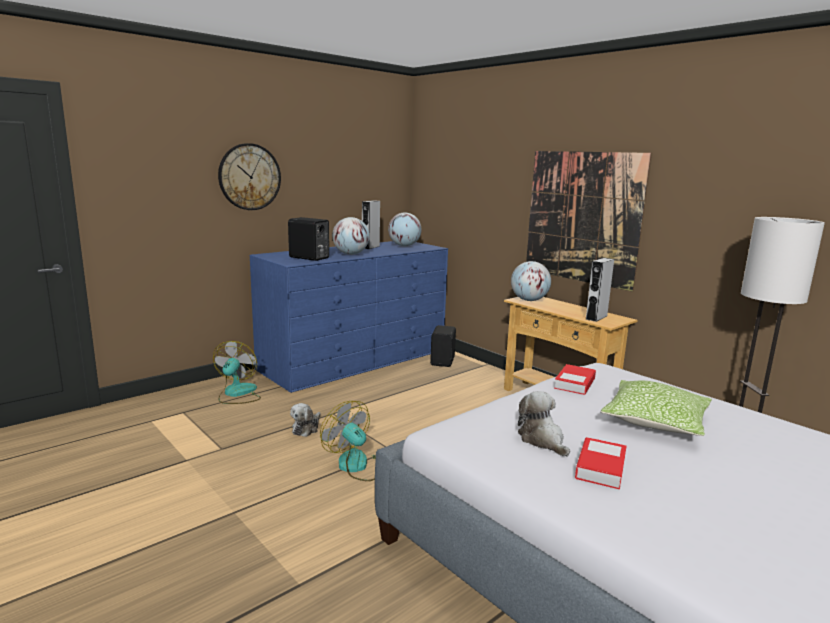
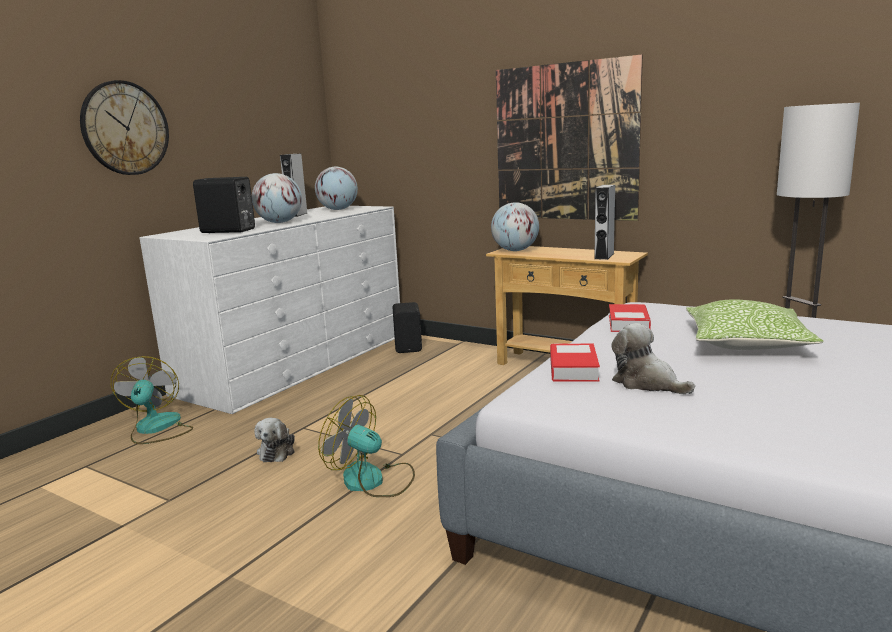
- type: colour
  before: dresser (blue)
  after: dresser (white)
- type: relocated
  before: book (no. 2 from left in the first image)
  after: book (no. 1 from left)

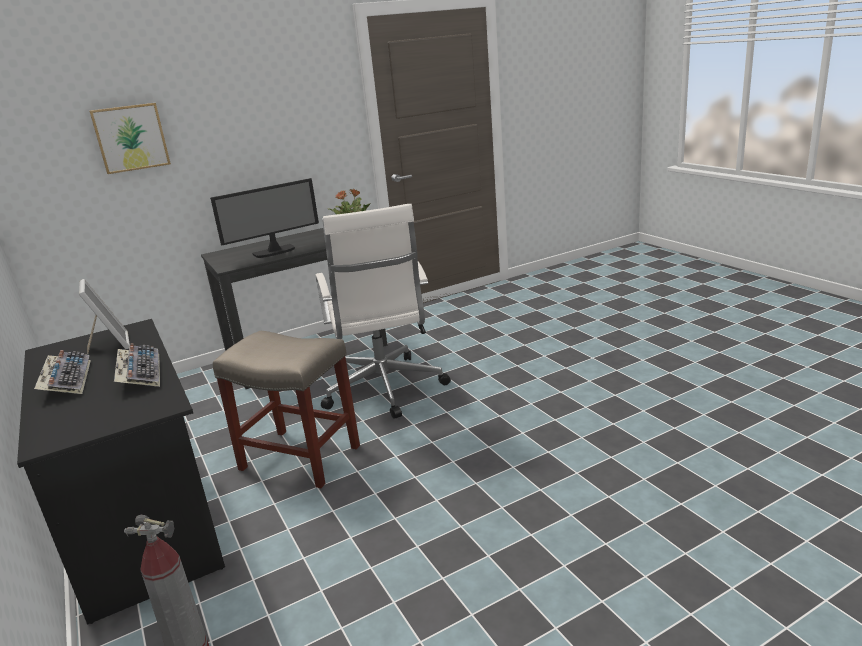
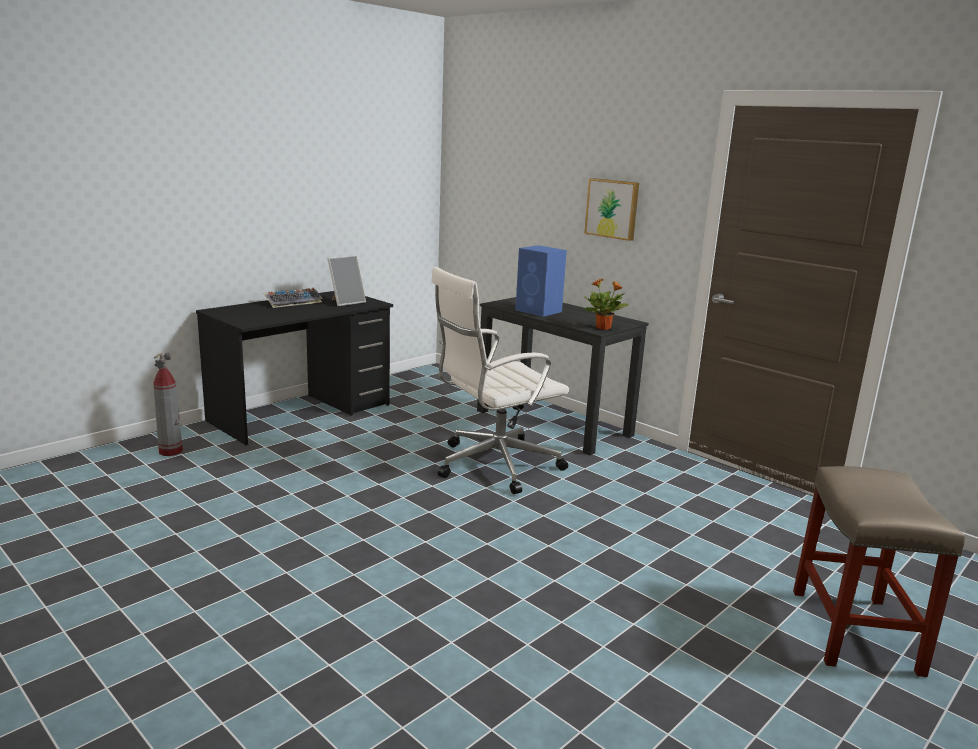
- type: relocated
  before: picture
- type: exchanged
  before: monitor
  after: speaker (blue)
- type: relocated
  before: stool (beige)
- type: missing
  before: keyboard (no. 2 from left)

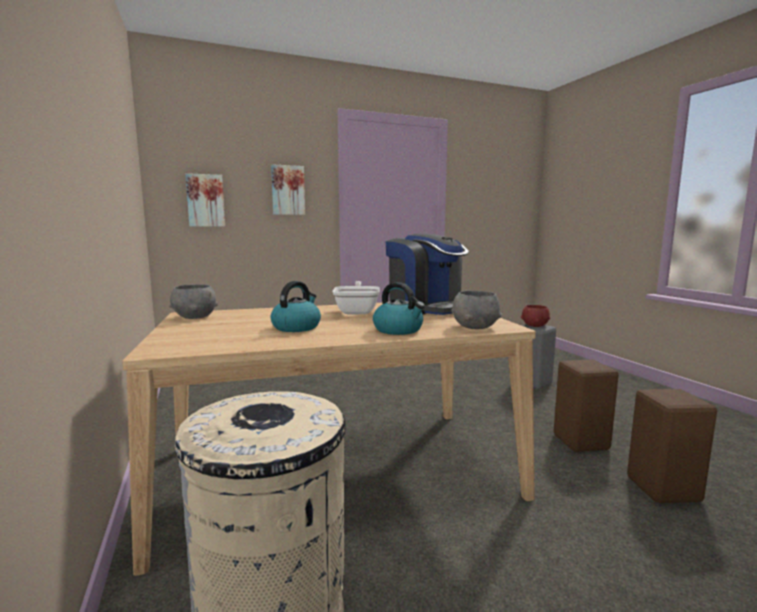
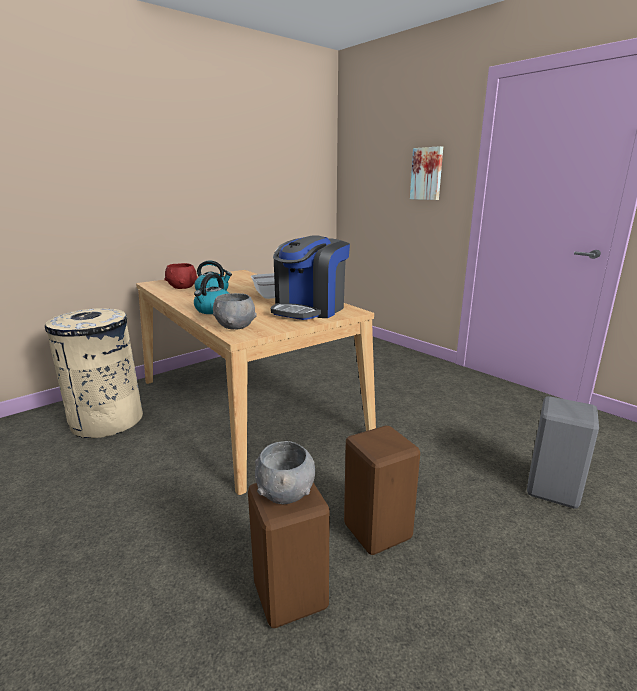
- type: missing
  before: picture (no. 1 from left)
- type: relocated
  before: bowl (grey) (no. 1 from left in the first image)
  after: bowl (grey) (no. 2 from left)
- type: relocated
  before: bowl (red)

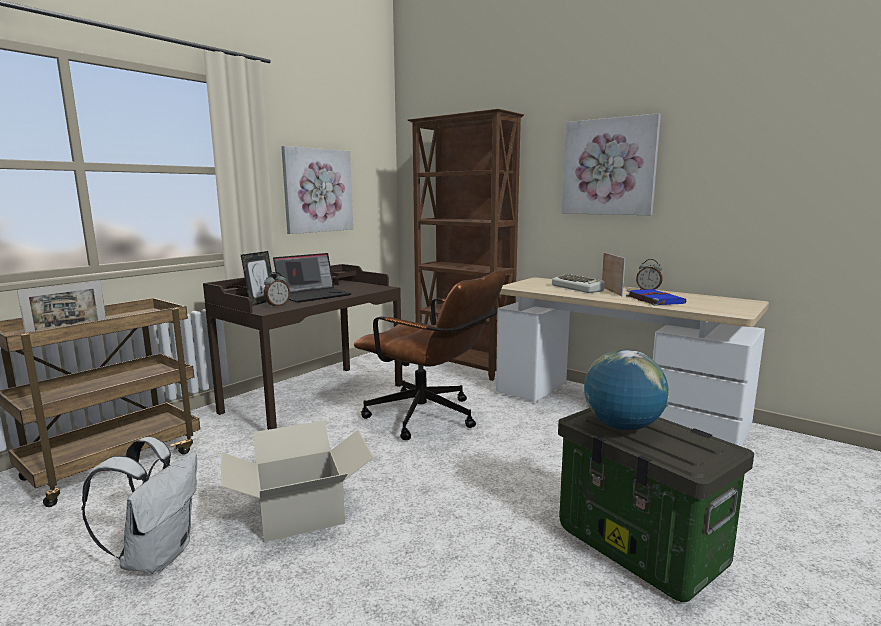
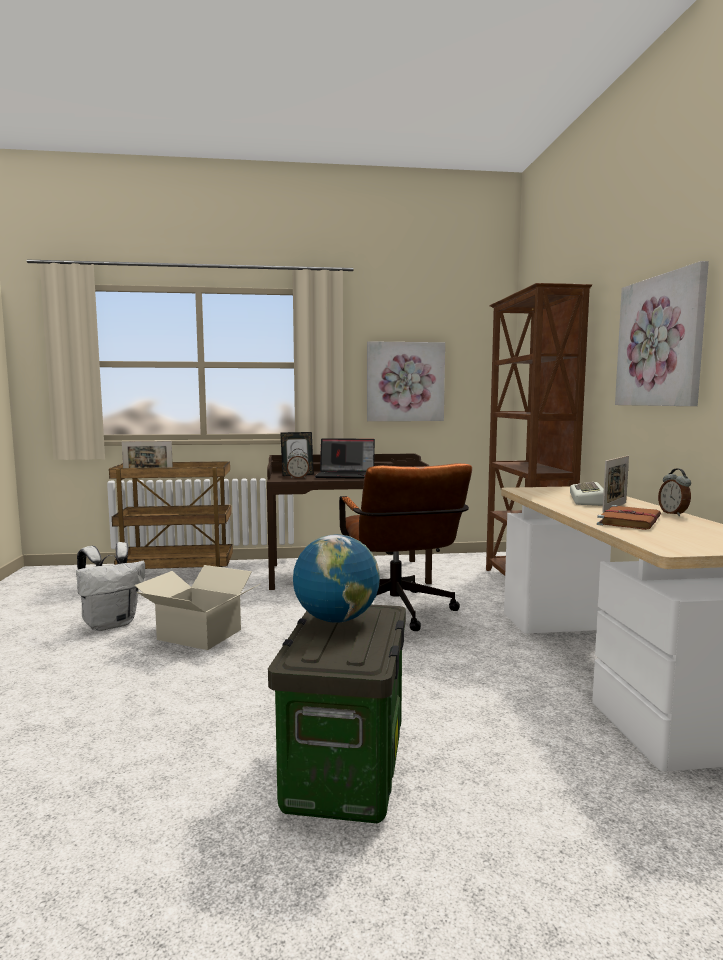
- type: colour
  before: book (blue)
  after: book (brown)

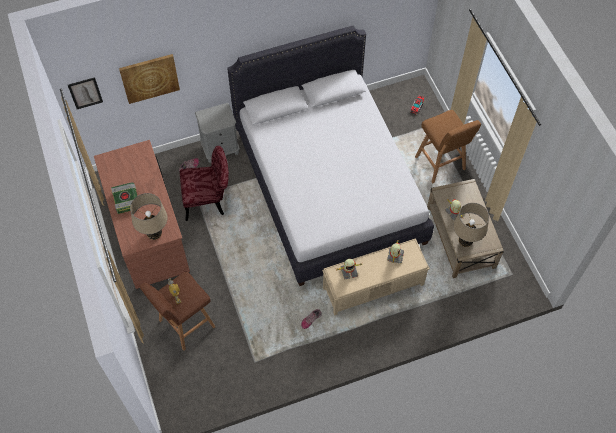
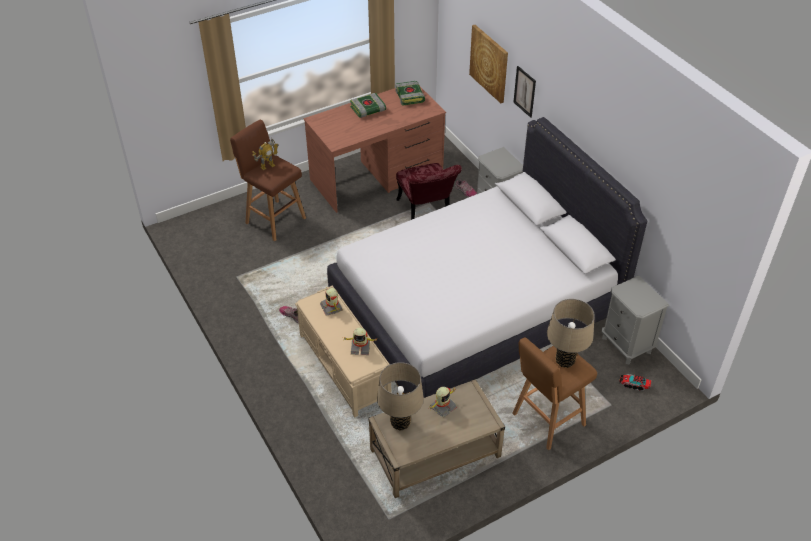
- type: relocated
  before: picture (no. 1 from left in the first image)
  after: picture (no. 2 from left)
- type: relocated
  before: table lamp (beige) (no. 1 from left in the first image)
  after: table lamp (beige) (no. 2 from left)
- type: appeared
  after: book (no. 2 from left)
- type: appeared
  after: nightstand (grey) (no. 2 from left)

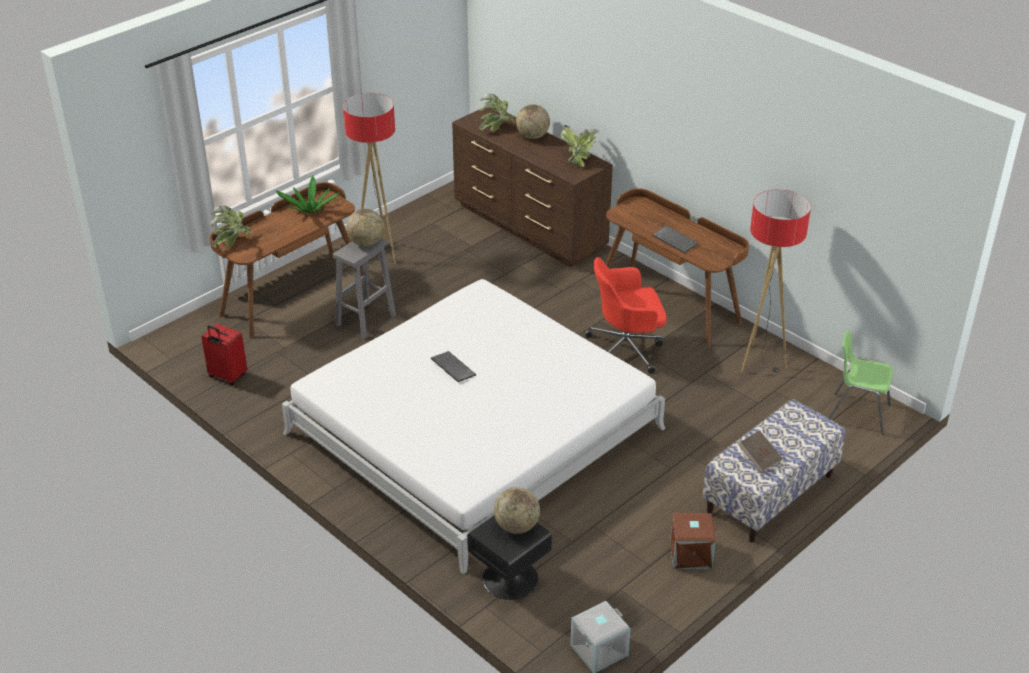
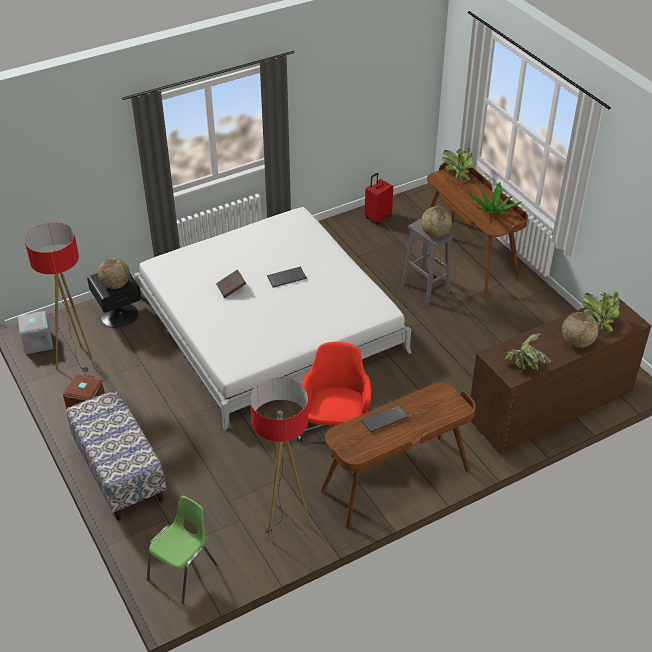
- type: relocated
  before: floor lamp (no. 1 from left)
- type: relocated
  before: book (brown)

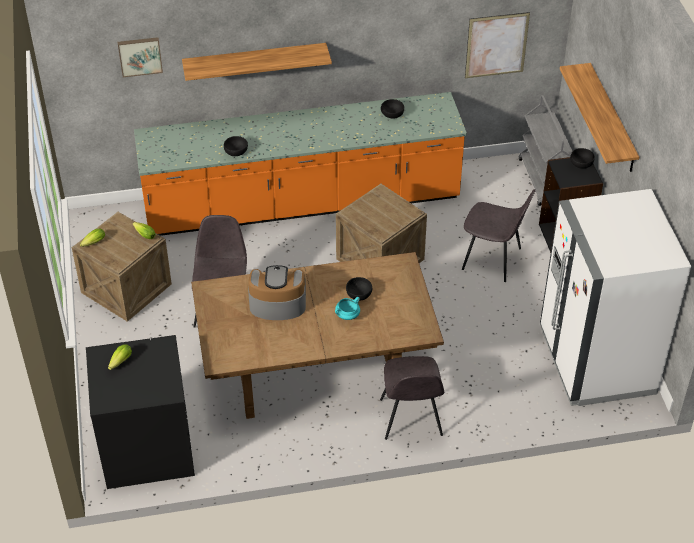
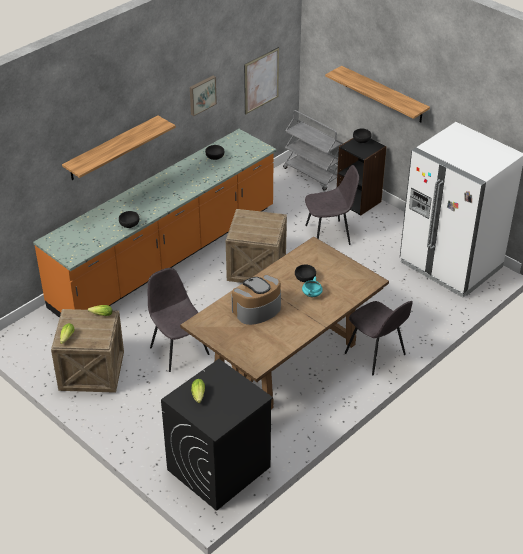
- type: relocated
  before: picture (no. 1 from left)

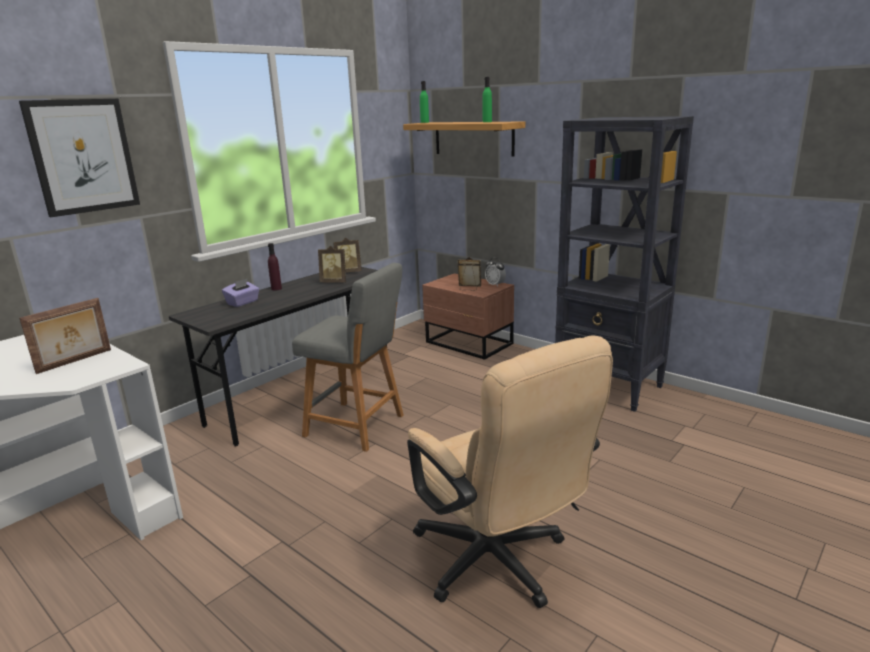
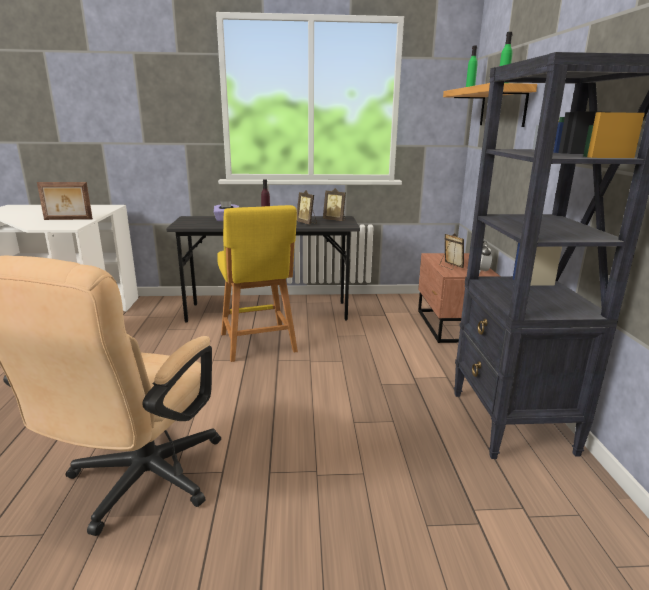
- type: missing
  before: picture
- type: colour
  before: stool (grey)
  after: stool (yellow)

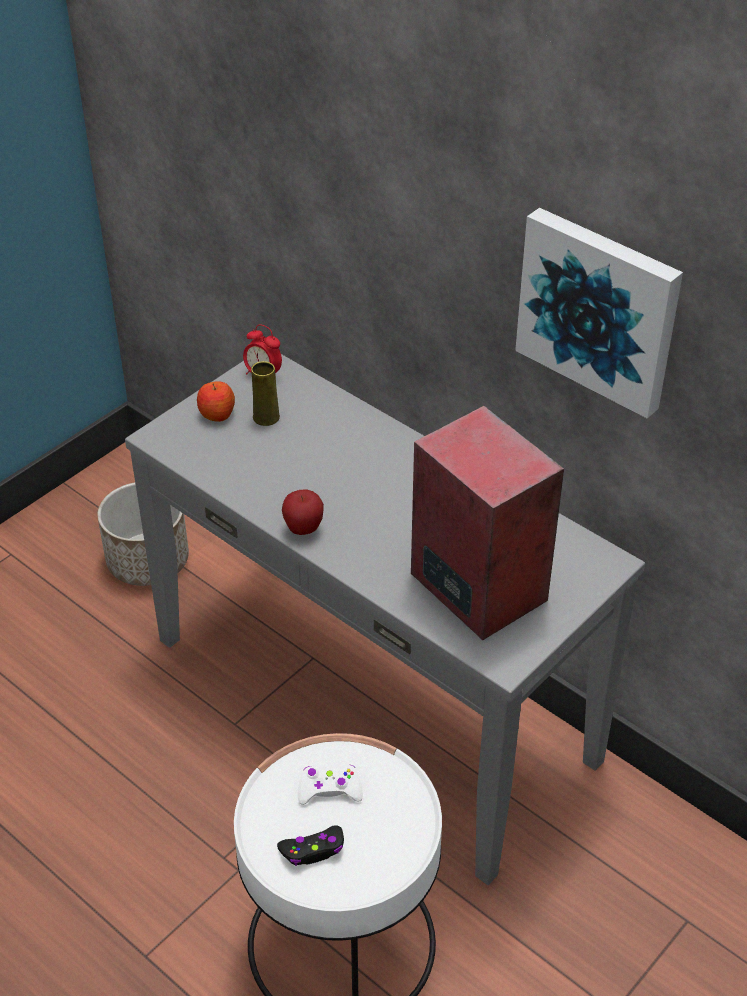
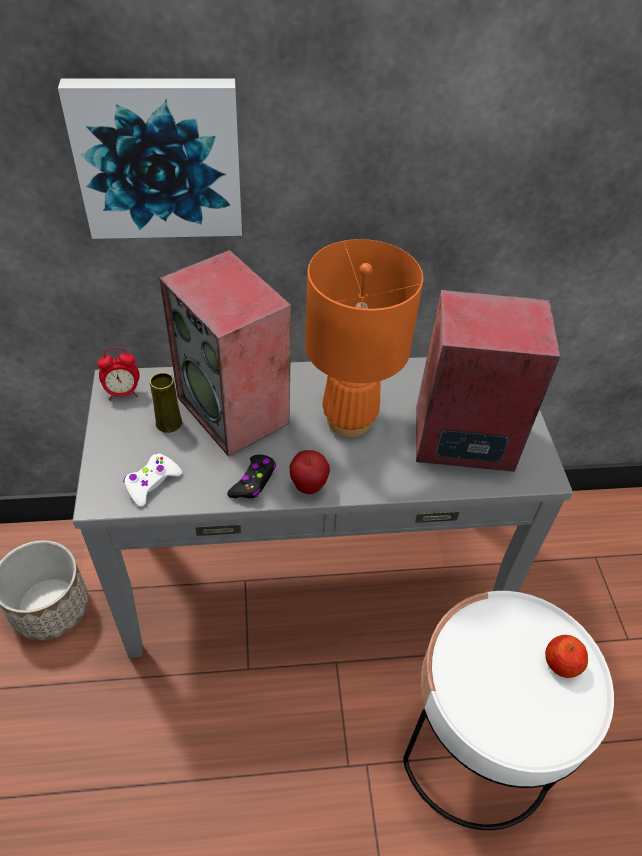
- type: relocated
  before: picture
- type: relocated
  before: apple (no. 1 from left in the first image)
  after: apple (no. 2 from left)
- type: relocated
  before: game controller (white)
- type: relocated
  before: game controller (black)
- type: appeared
  after: table lamp (orange)
- type: appeared
  after: speaker (no. 1 from left)

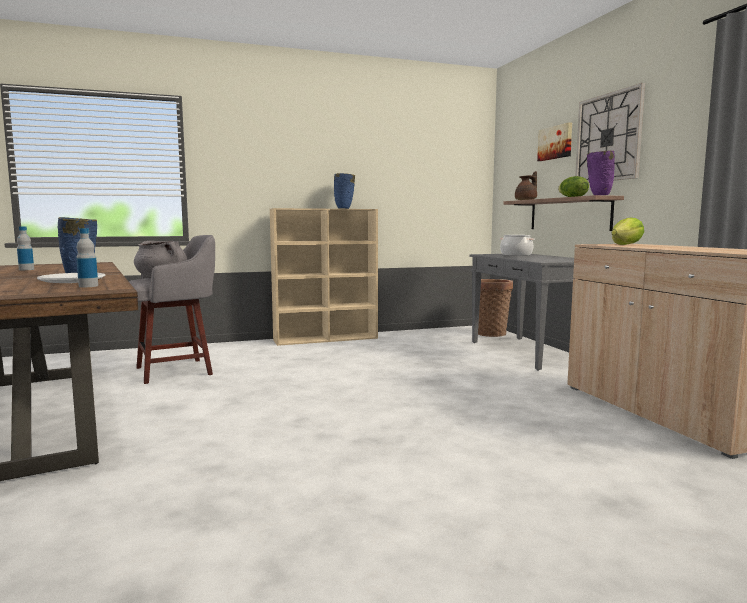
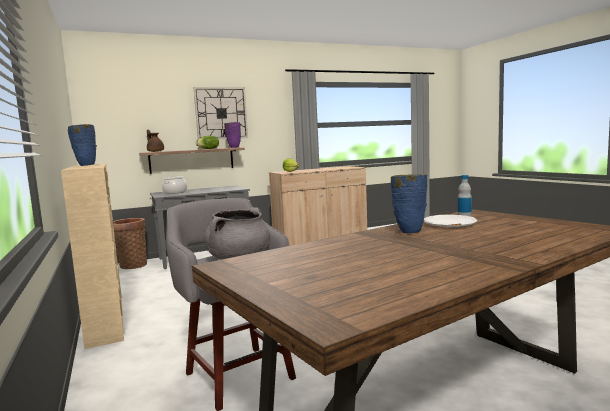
- type: missing
  before: picture
- type: missing
  before: bottle (no. 1 from left)

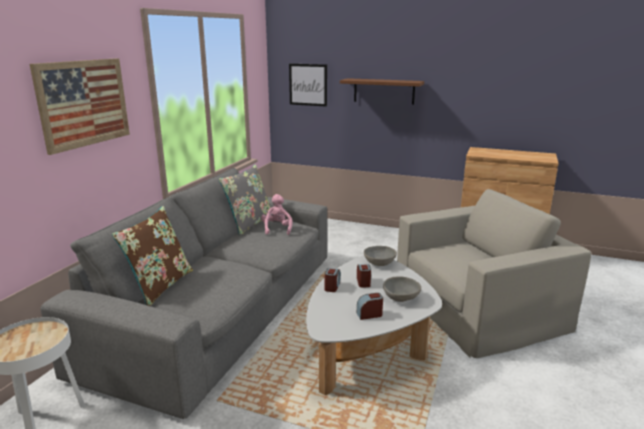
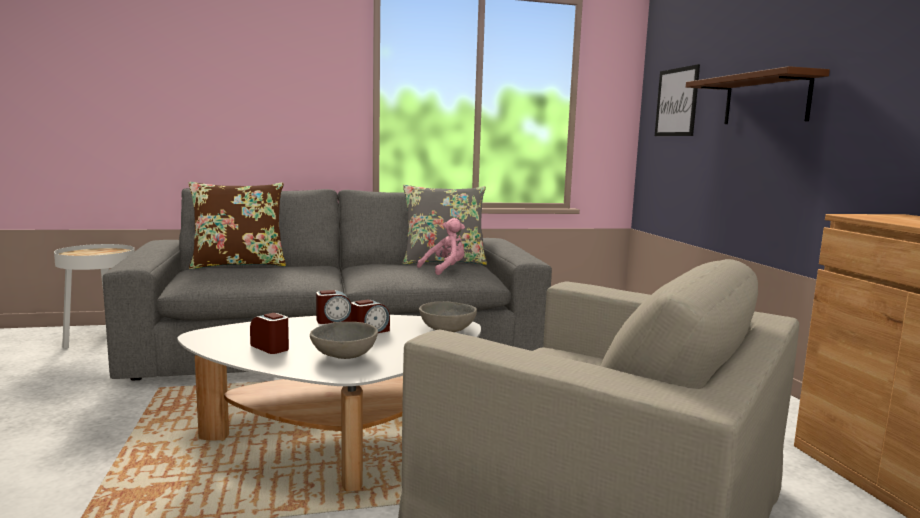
- type: missing
  before: picture (no. 1 from left)

